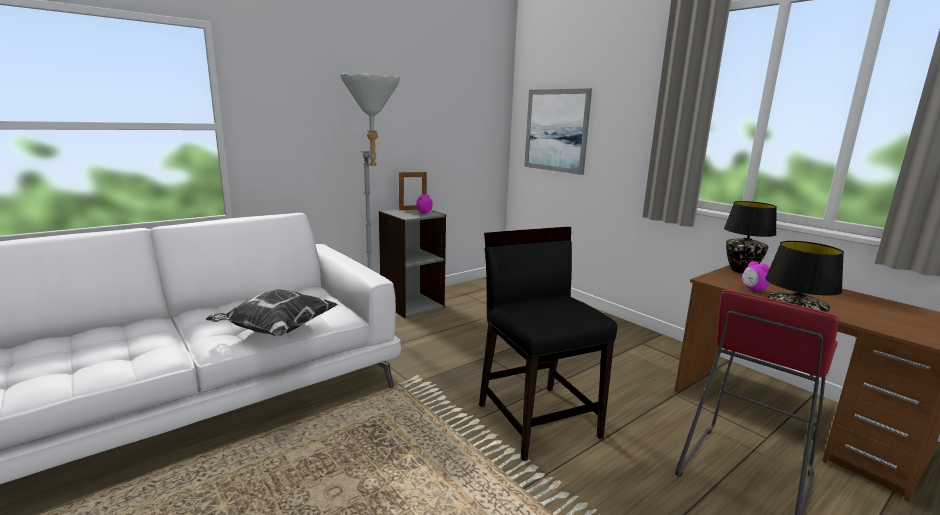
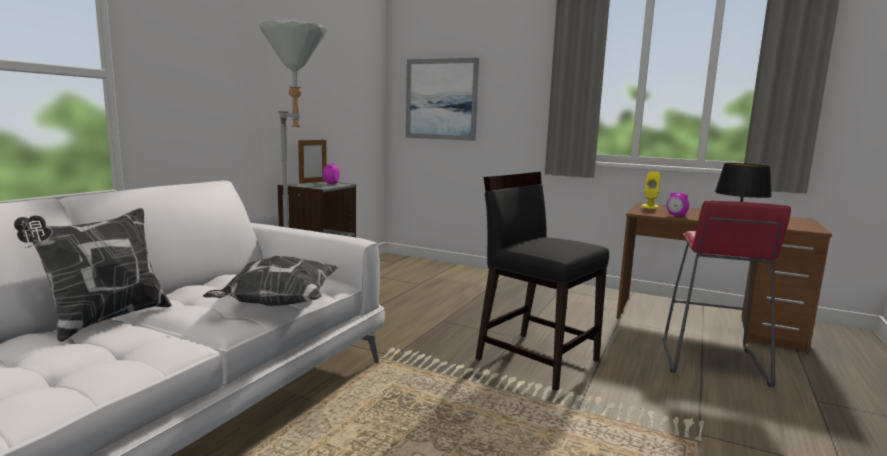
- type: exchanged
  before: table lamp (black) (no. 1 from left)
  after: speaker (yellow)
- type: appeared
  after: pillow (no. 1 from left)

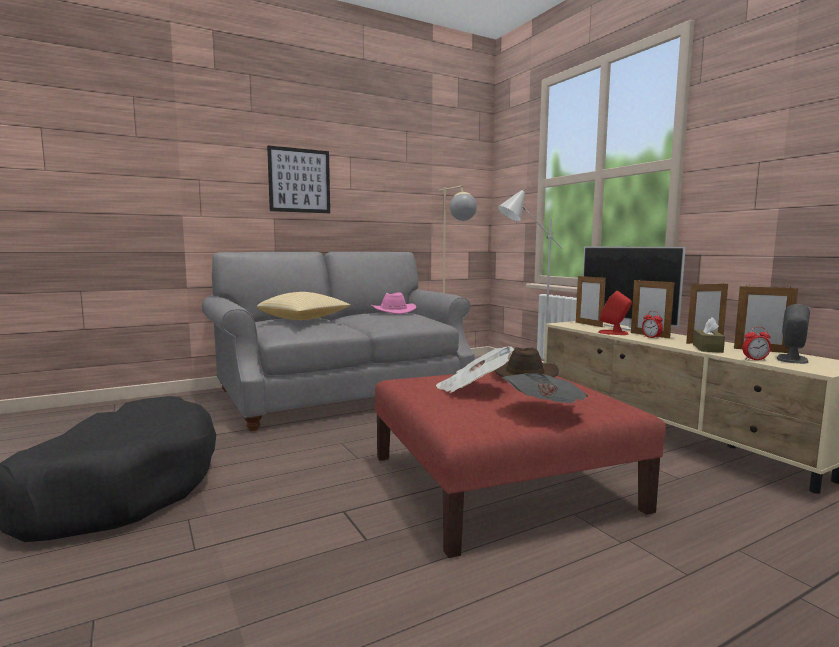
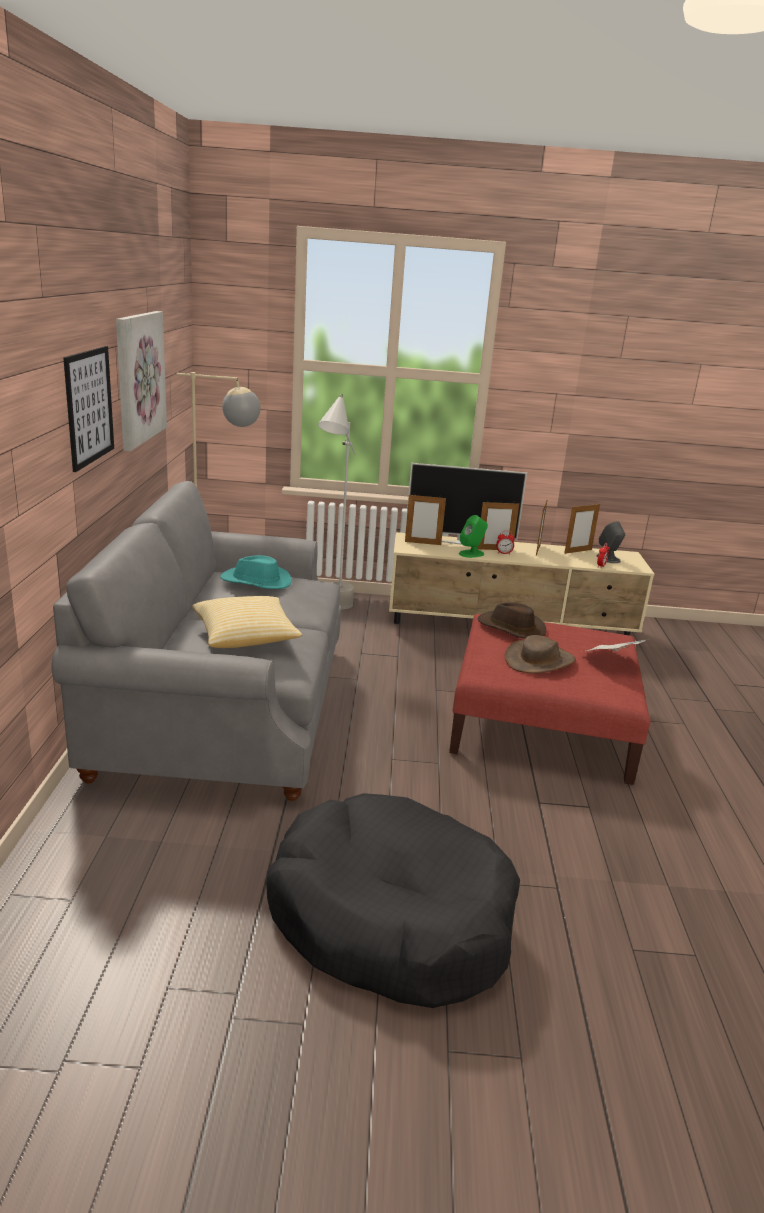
- type: colour
  before: speaker (red)
  after: speaker (green)
- type: colour
  before: hat (pink)
  after: hat (turquoise)
- type: missing
  before: tissue box (brown)
- type: exchanged
  before: newspaper (no. 1 from left)
  after: hat (brown) (no. 2 from left)
- type: appeared
  after: picture (no. 2 from left)

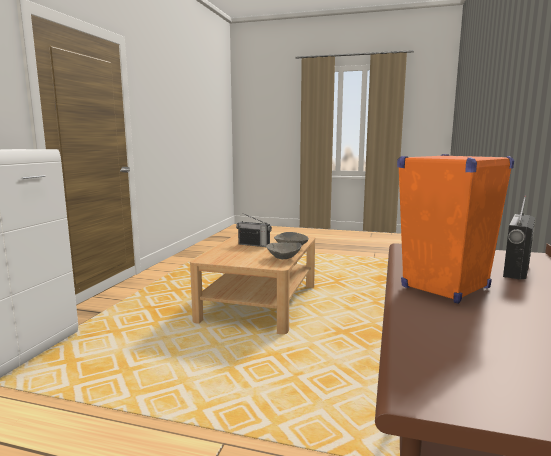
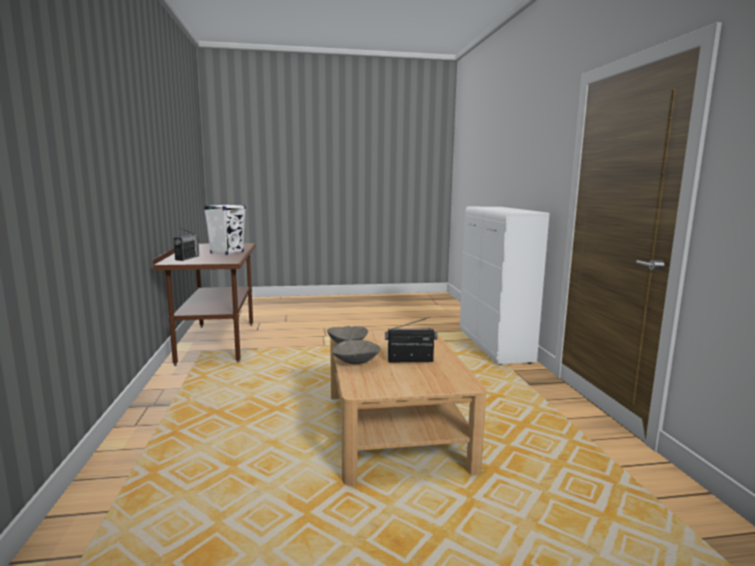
- type: colour
  before: speaker (orange)
  after: speaker (white)

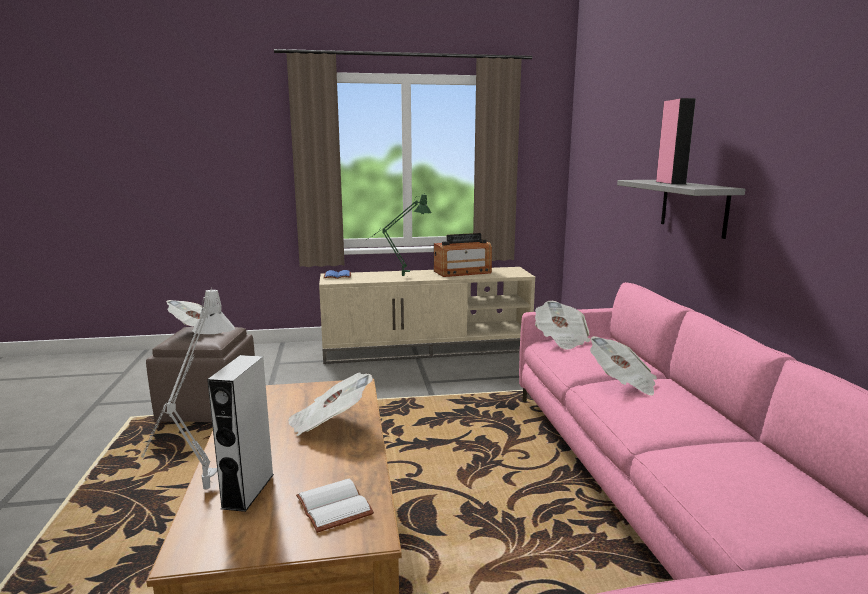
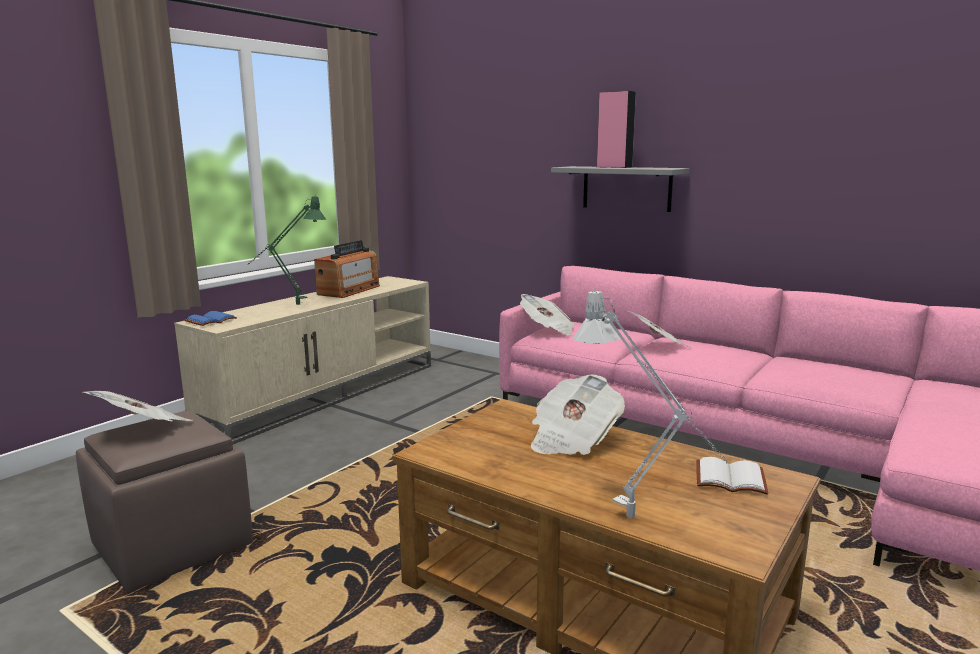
- type: missing
  before: speaker (grey)

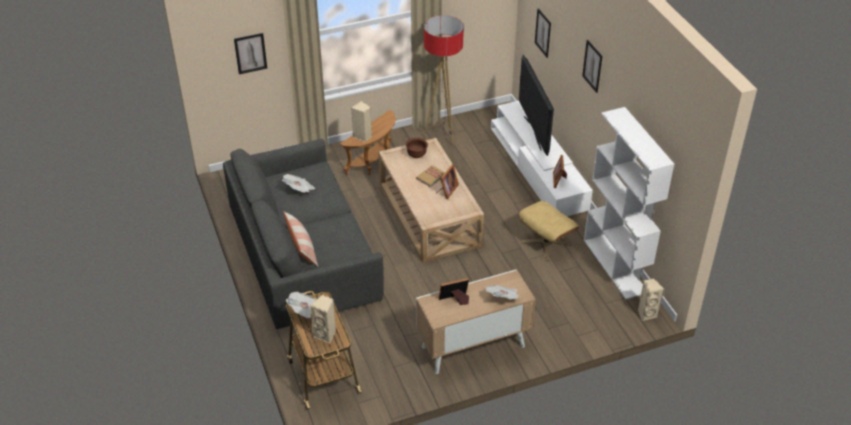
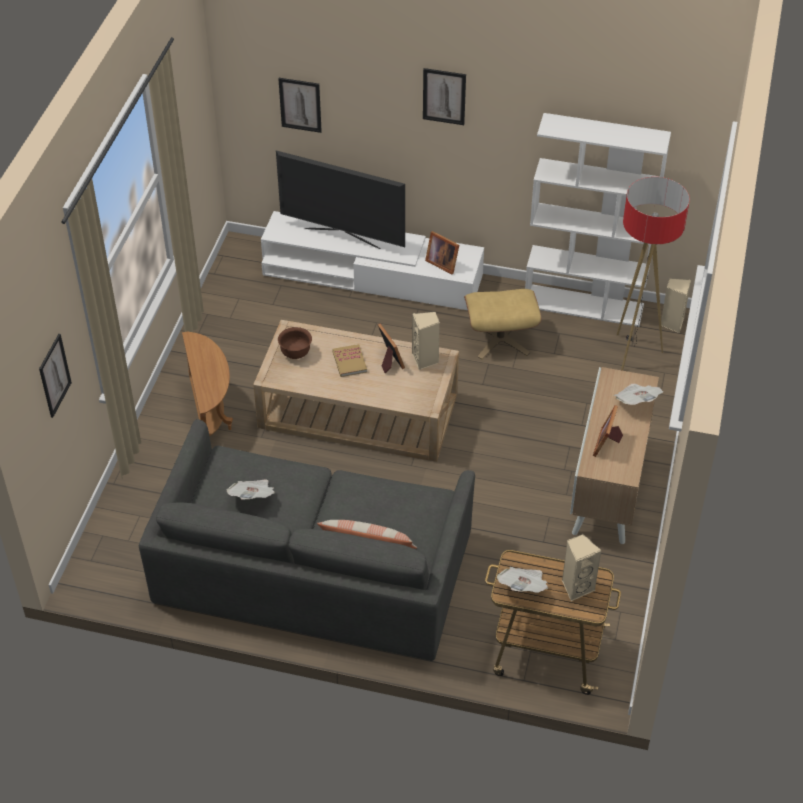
- type: relocated
  before: floor lamp
- type: relocated
  before: speaker (beige) (no. 2 from left in the first image)
  after: speaker (beige) (no. 1 from left)

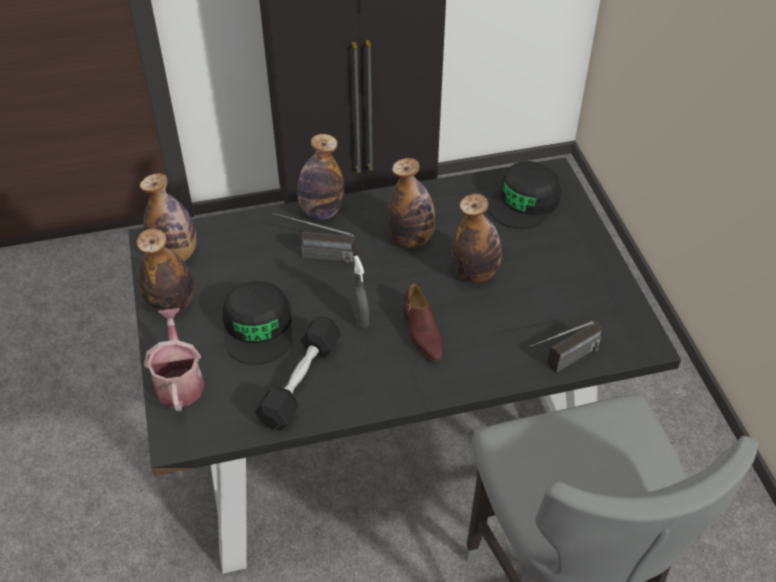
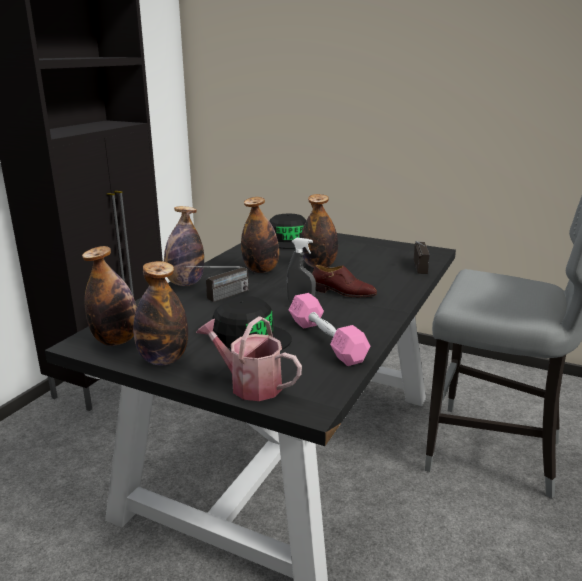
- type: colour
  before: dumbbell (black)
  after: dumbbell (pink)

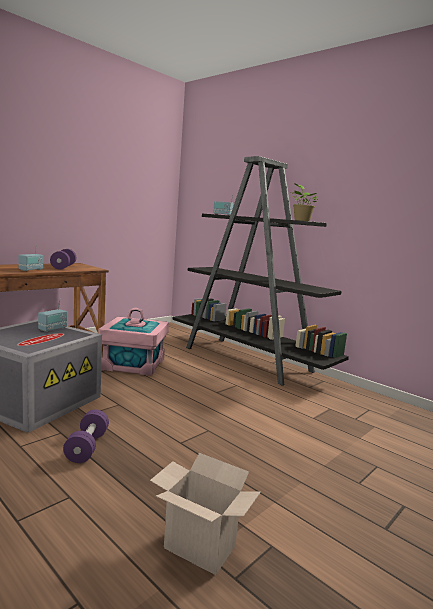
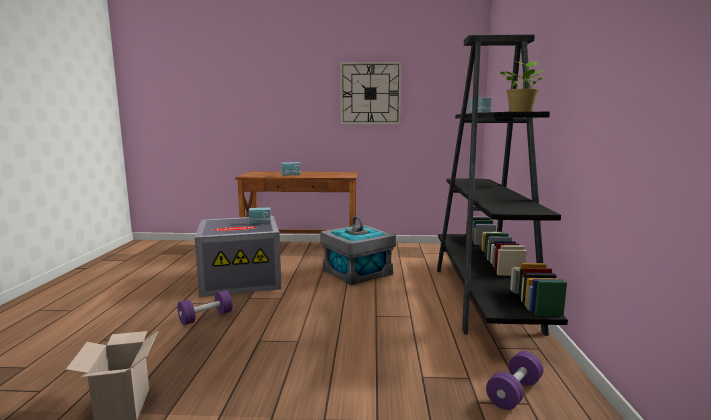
- type: relocated
  before: dumbbell (purple) (no. 1 from left in the first image)
  after: dumbbell (purple) (no. 2 from left)
- type: colour
  before: storage box (pink)
  after: storage box (grey) (no. 2 from left)
- type: appeared
  after: wall clock

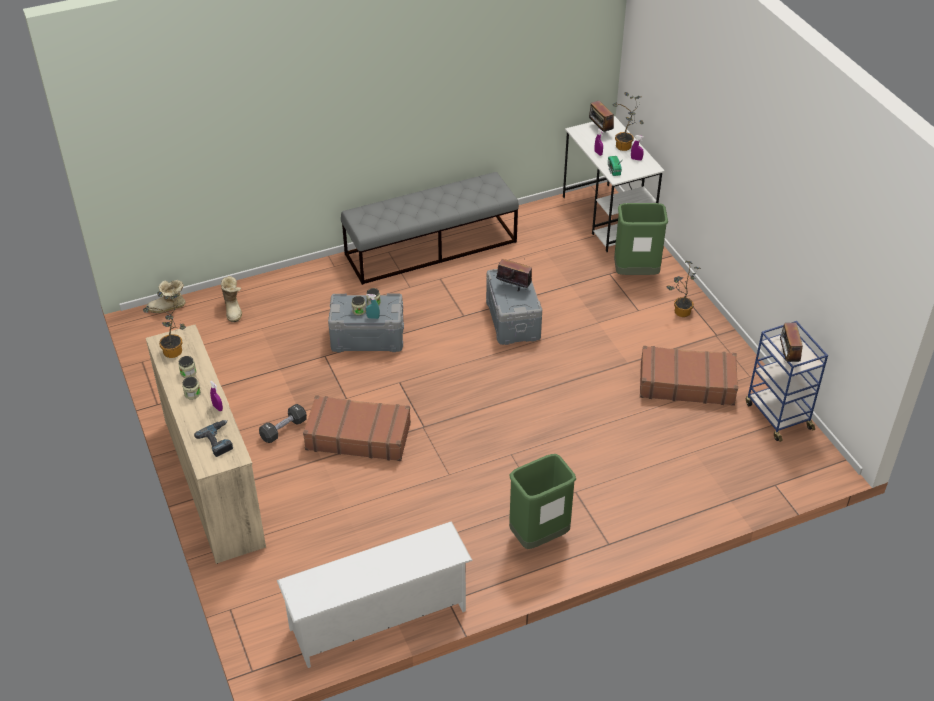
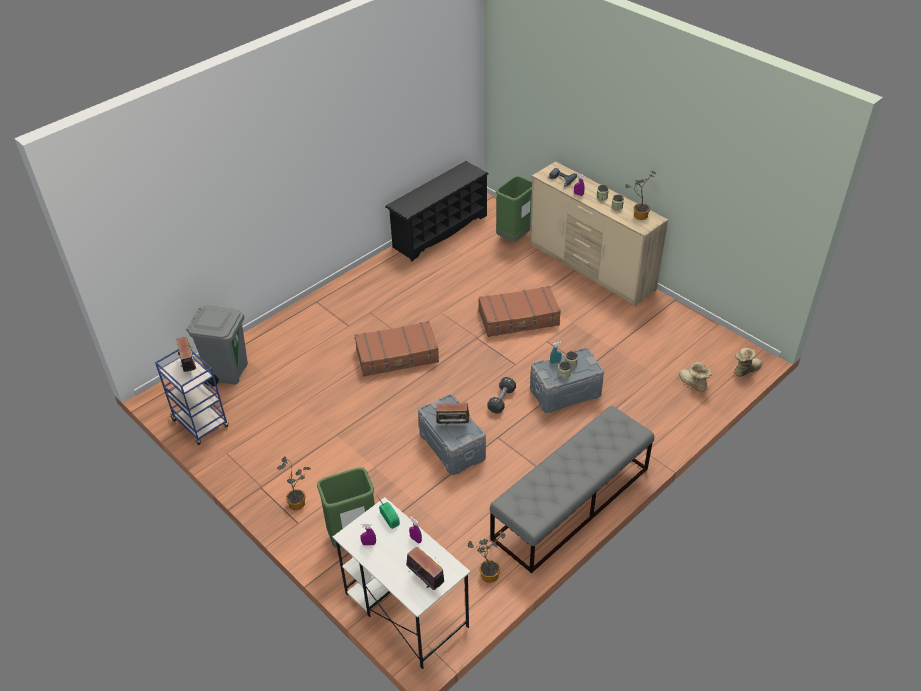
- type: relocated
  before: potted plant (no. 2 from left)
- type: relocated
  before: suitcase (brown) (no. 2 from left in the first image)
  after: suitcase (brown) (no. 1 from left)
- type: relocated
  before: dumbbell (black)
- type: relocated
  before: trash can (green) (no. 1 from left in the first image)
  after: trash can (green) (no. 2 from left)
- type: colour
  before: shoe rack (white)
  after: shoe rack (black)
- type: appeared
  after: trash can (grey)

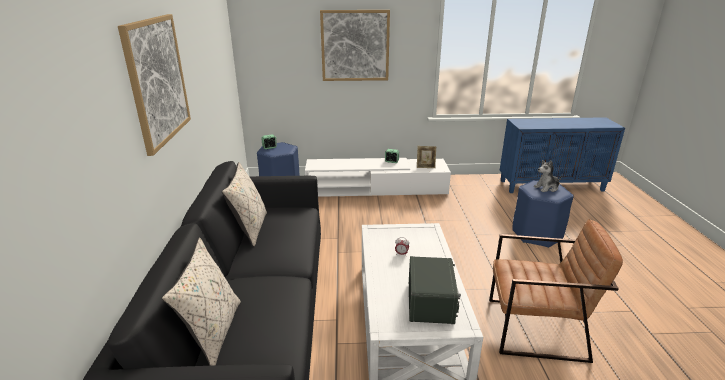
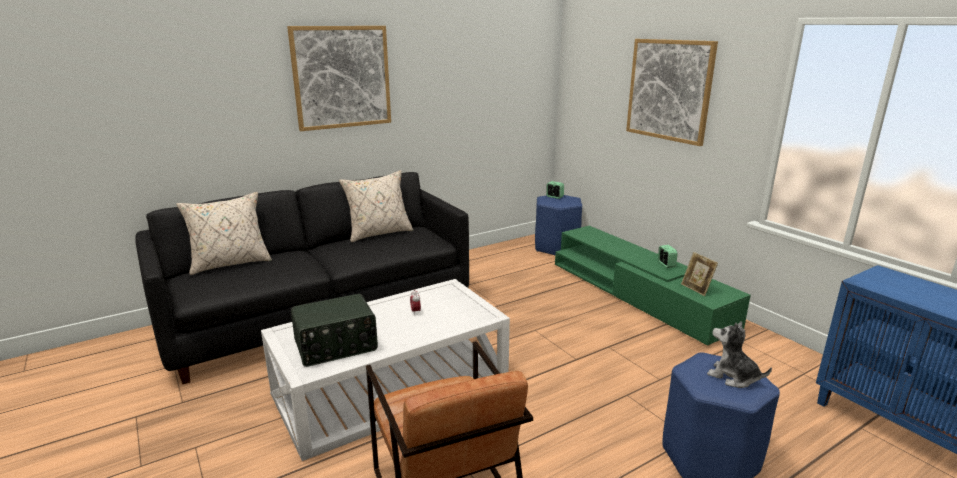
- type: colour
  before: tv stand (white)
  after: tv stand (green)

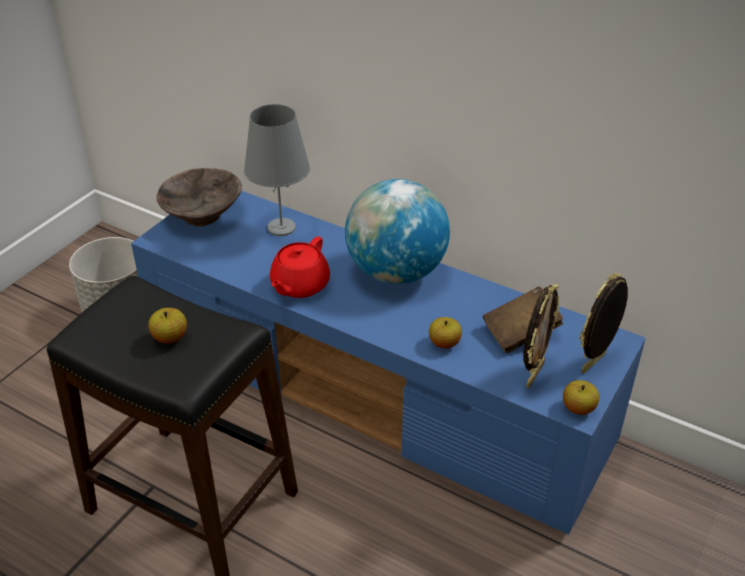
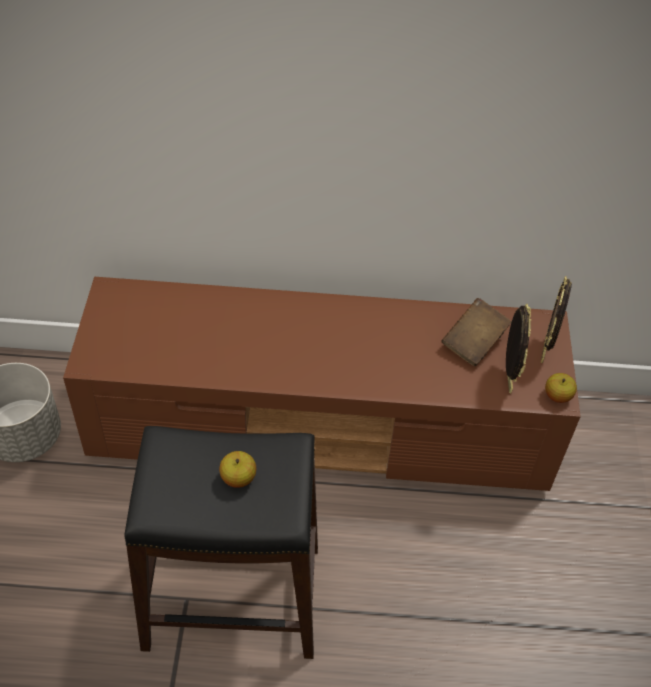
- type: missing
  before: table lamp (grey)
- type: missing
  before: bowl (brown)
- type: missing
  before: globe
- type: colour
  before: tv stand (blue)
  after: tv stand (brown)
- type: missing
  before: teapot (red)
- type: missing
  before: apple (no. 2 from left)

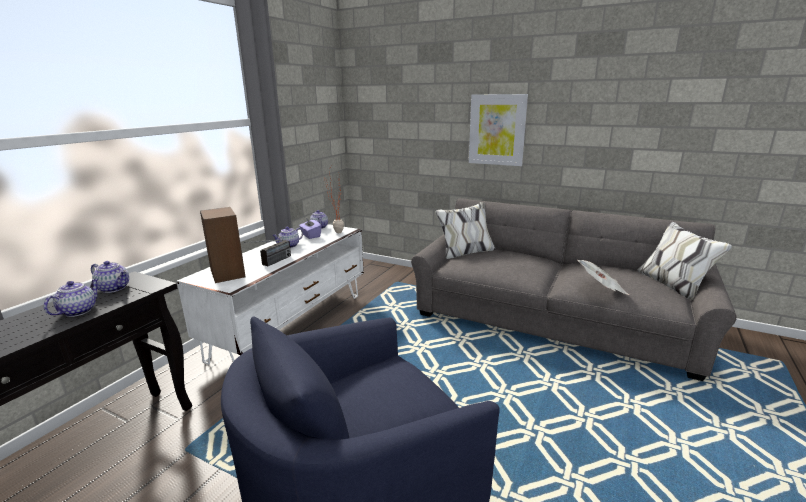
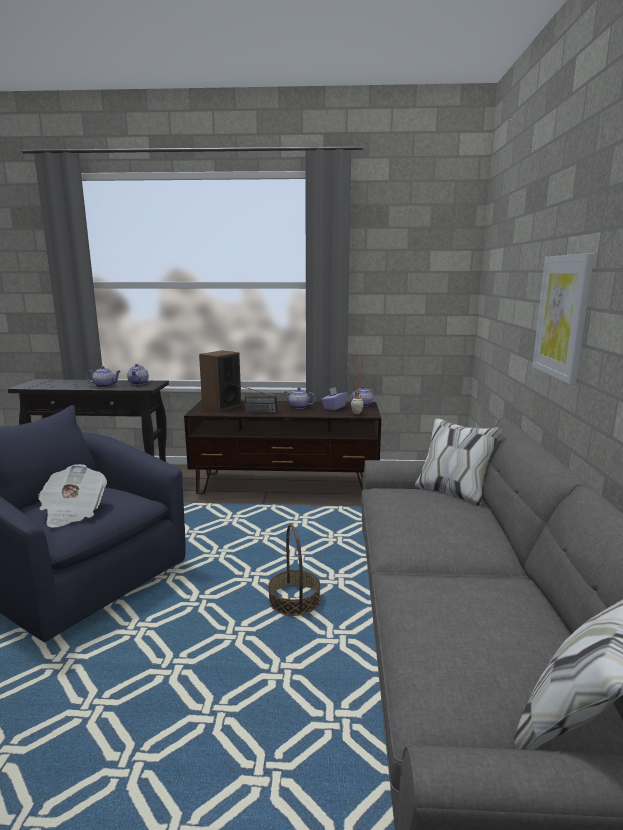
- type: colour
  before: tv stand (white)
  after: tv stand (brown)
- type: relocated
  before: newspaper
- type: appeared
  after: basket

